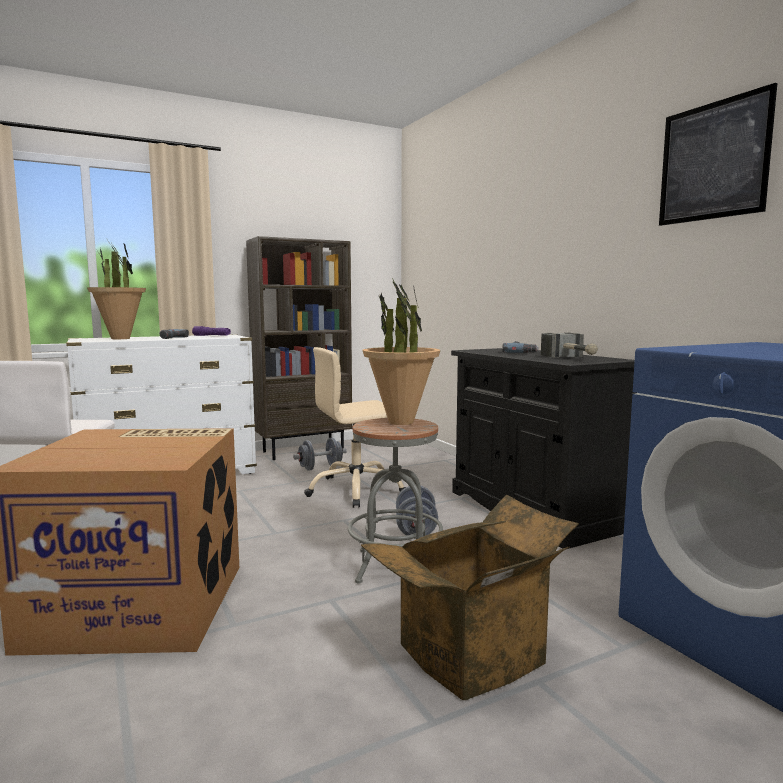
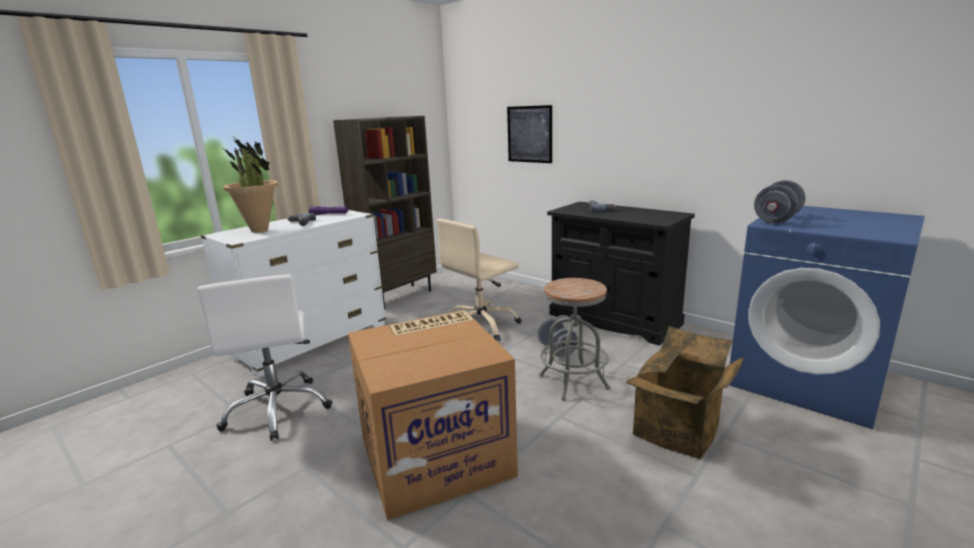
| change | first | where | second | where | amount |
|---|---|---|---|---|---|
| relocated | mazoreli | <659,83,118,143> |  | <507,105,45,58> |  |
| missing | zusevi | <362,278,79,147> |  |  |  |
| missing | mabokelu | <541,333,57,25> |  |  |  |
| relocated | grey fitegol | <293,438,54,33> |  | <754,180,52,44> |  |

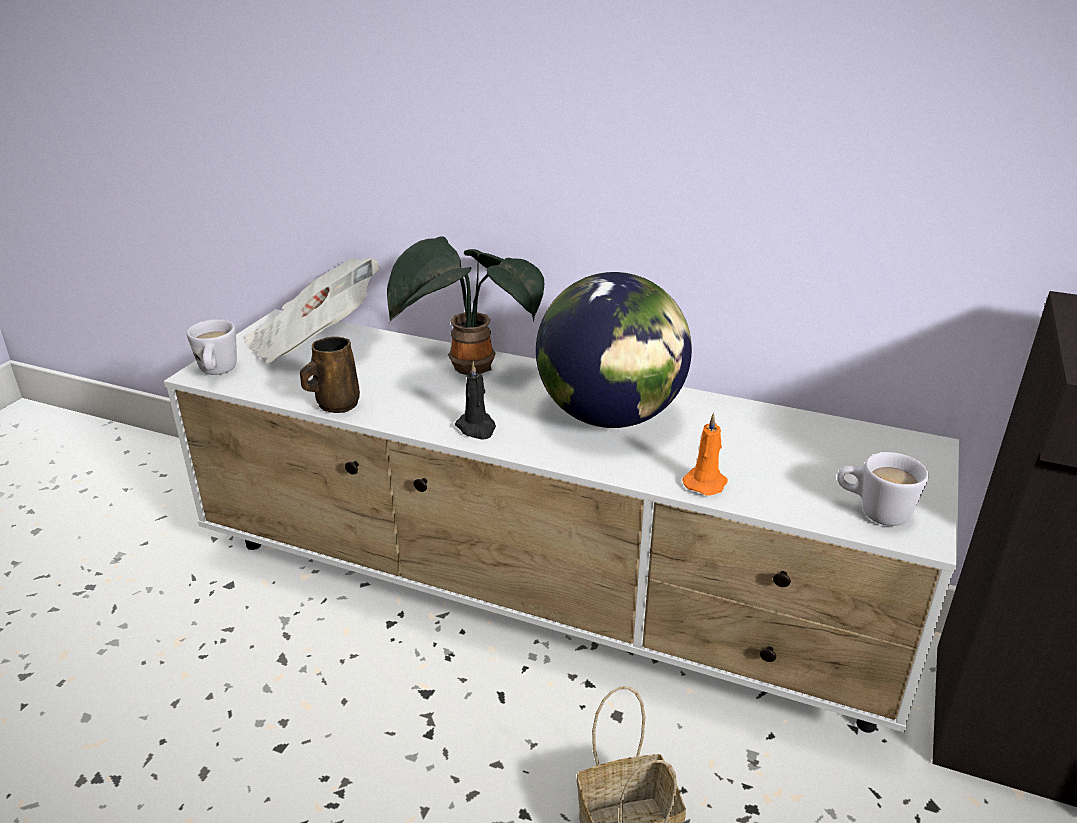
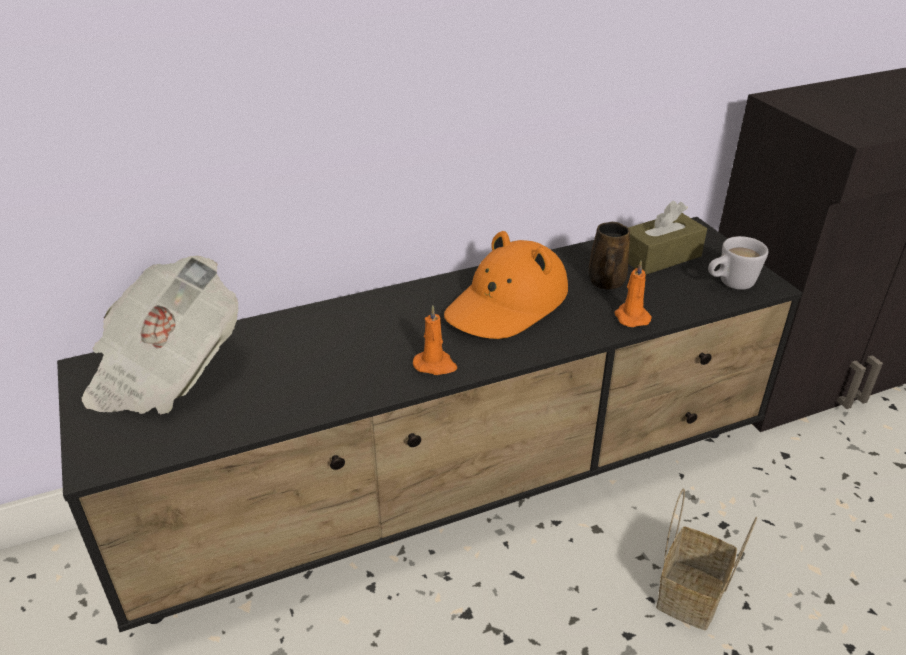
| change | first | where | second | where | amount |
|---|---|---|---|---|---|
| missing | zusevi | <387,236,157,139> |  |  |  |
| exchanged | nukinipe | <536,272,156,156> | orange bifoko | <444,231,124,108> |  |
| colour | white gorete | <164,309,795,424> | black gorete | <57,217,745,415> |  |
| missing | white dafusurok | <187,319,50,56> |  |  |  |
| relocated | brown dafusurok | <300,337,60,76> |  | <588,222,42,67> |  |
| colour | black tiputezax | <455,361,41,79> | orange tiputezax | <413,305,44,70> |  |
| appeared |  |  | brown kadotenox | <628,201,79,74> |  |

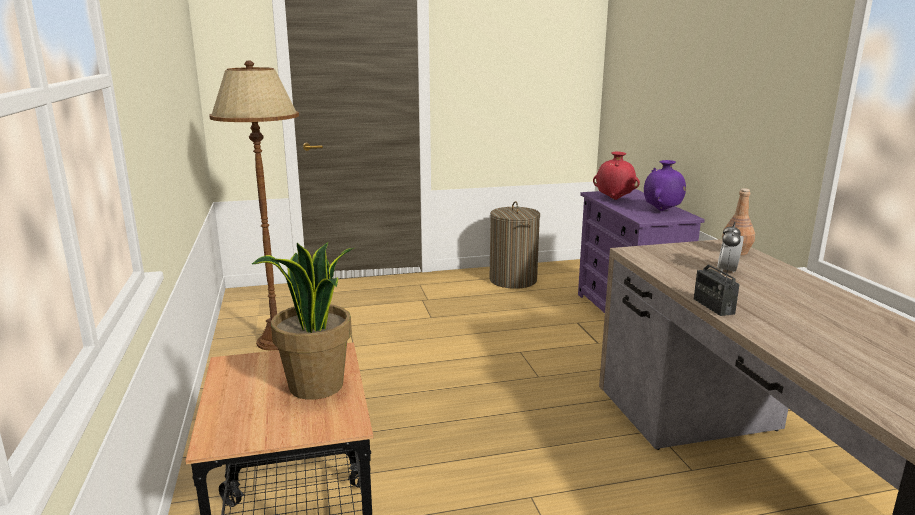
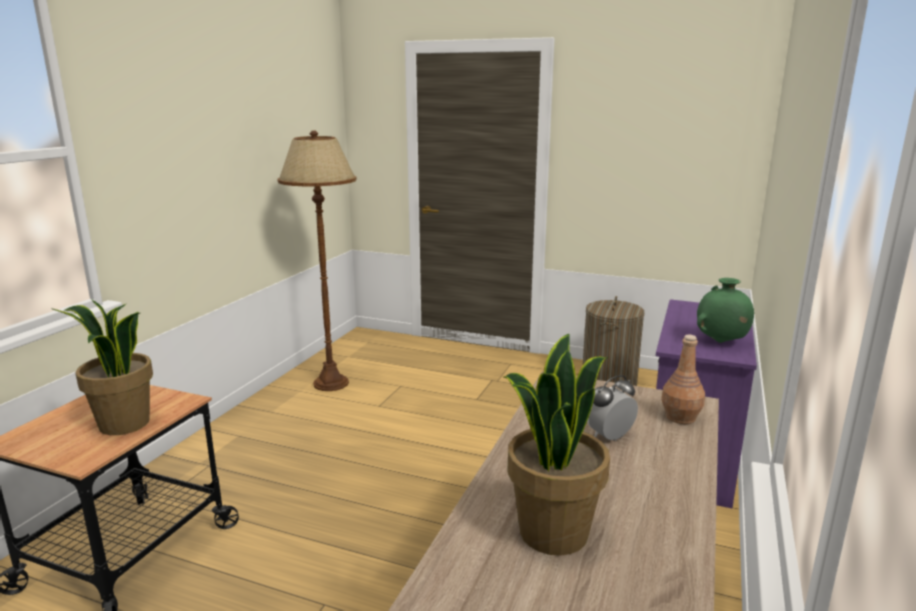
| change | first | where | second | where | amount |
|---|---|---|---|---|---|
| missing | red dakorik | <593,151,47,49> |  |  |  |
| colour | purple dakorik | <644,160,42,51> | green dakorik | <697,278,57,65> |  |
| missing | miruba | <694,249,46,67> |  |  |  |
| appeared |  |  | zusevi | <503,334,107,222> |  |

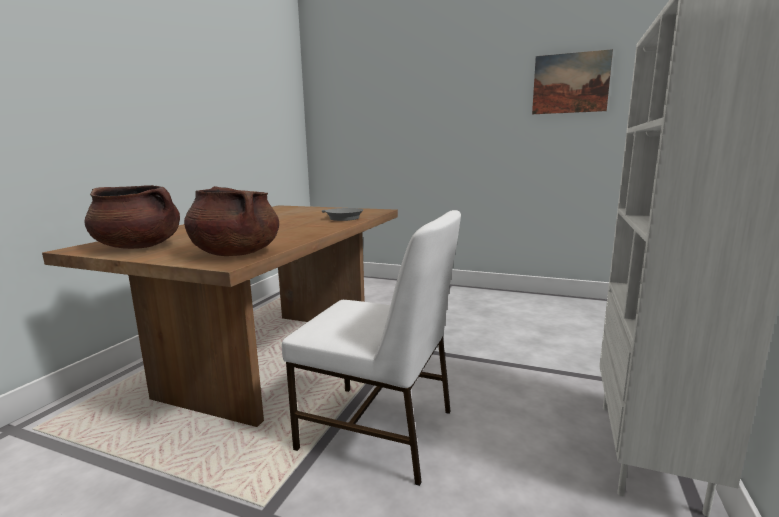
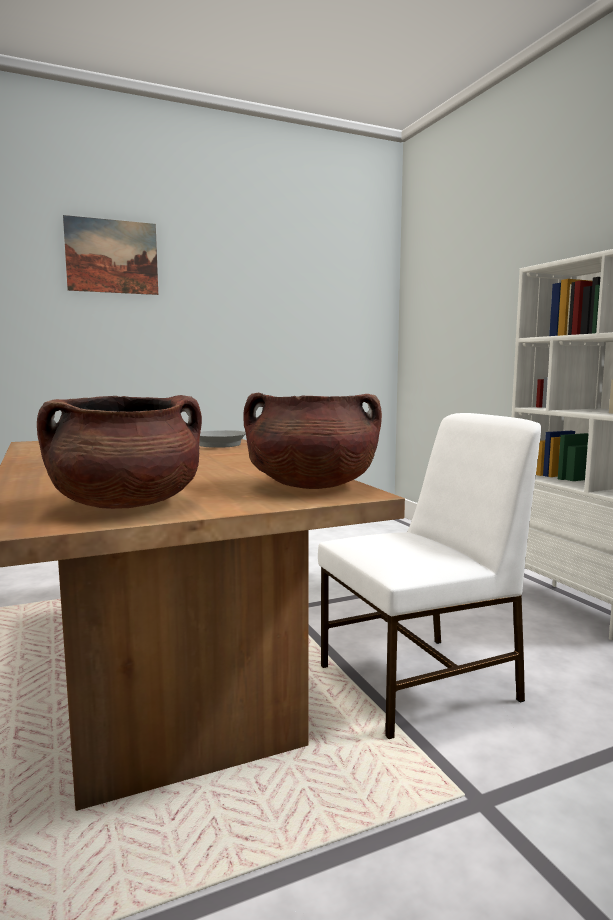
| change | first | where | second | where | amount |
|---|---|---|---|---|---|
| relocated | mazoreli | <532,49,81,65> |  | <63,215,95,80> |  |

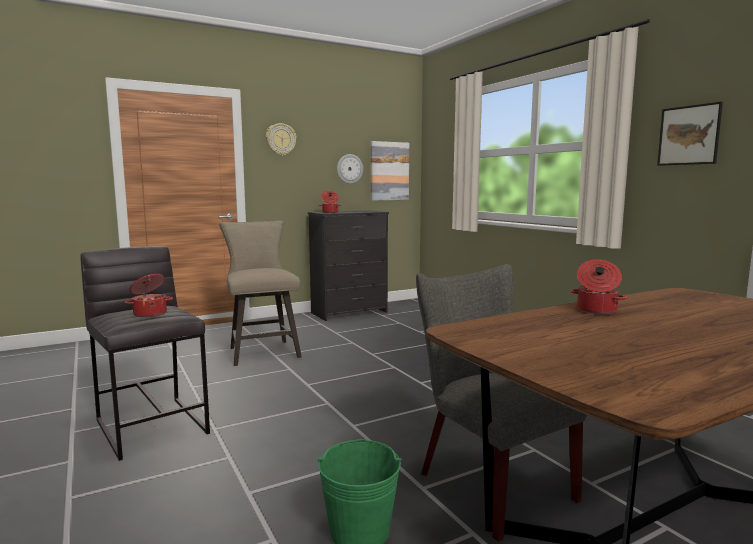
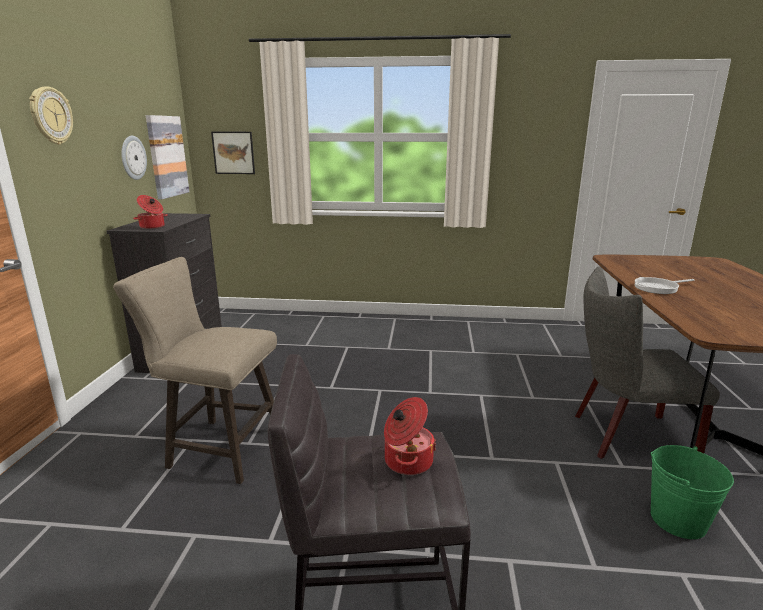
| change | first | where | second | where | amount |
|---|---|---|---|---|---|
| relocated | mazoreli | <657,102,66,64> |  | <211,132,44,42> |  |
| exchanged | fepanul | <571,259,56,56> | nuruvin | <635,277,59,17> |  |

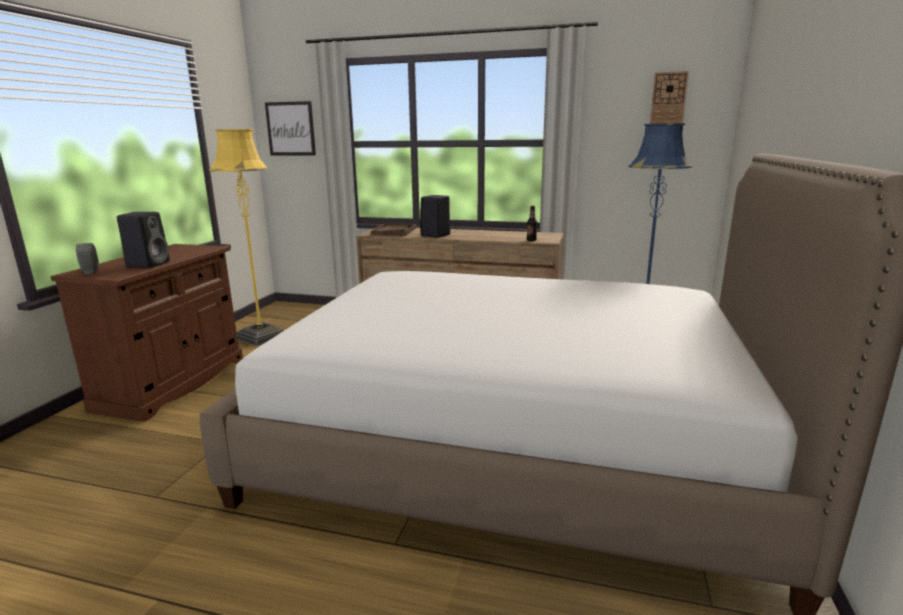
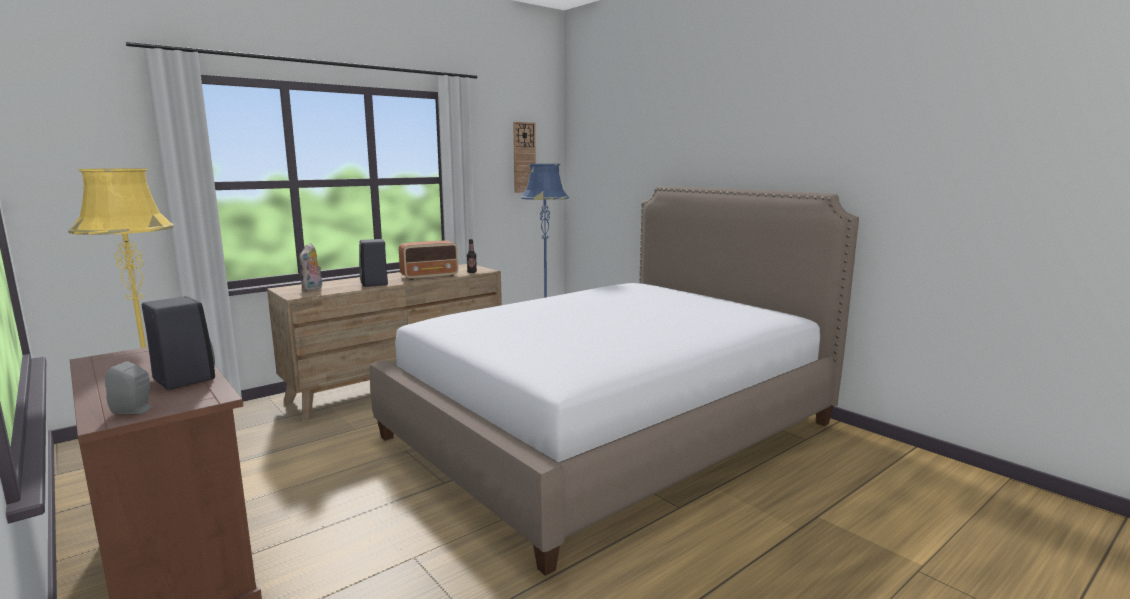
| change | first | where | second | where | amount |
|---|---|---|---|---|---|
| missing | mazoreli | <265,101,51,54> |  |  |  |
| exchanged | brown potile | <371,223,45,13> | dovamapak | <299,243,23,48> |  |
| appeared |  |  | miruba | <399,240,59,40> |  |

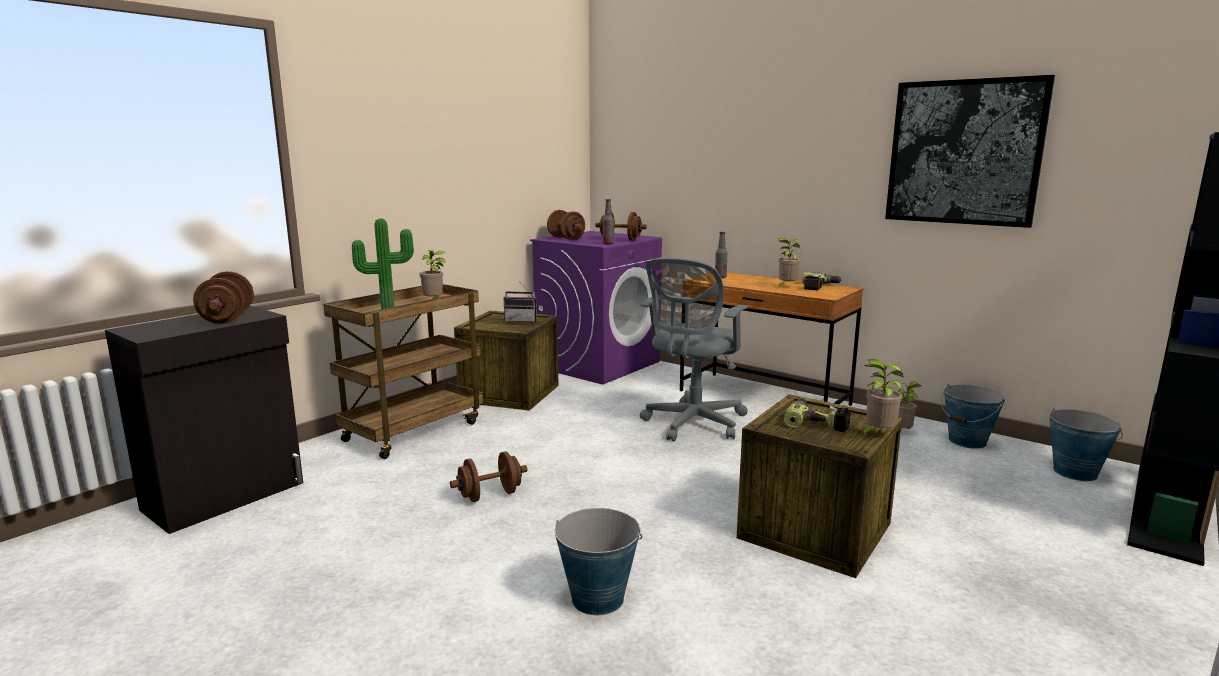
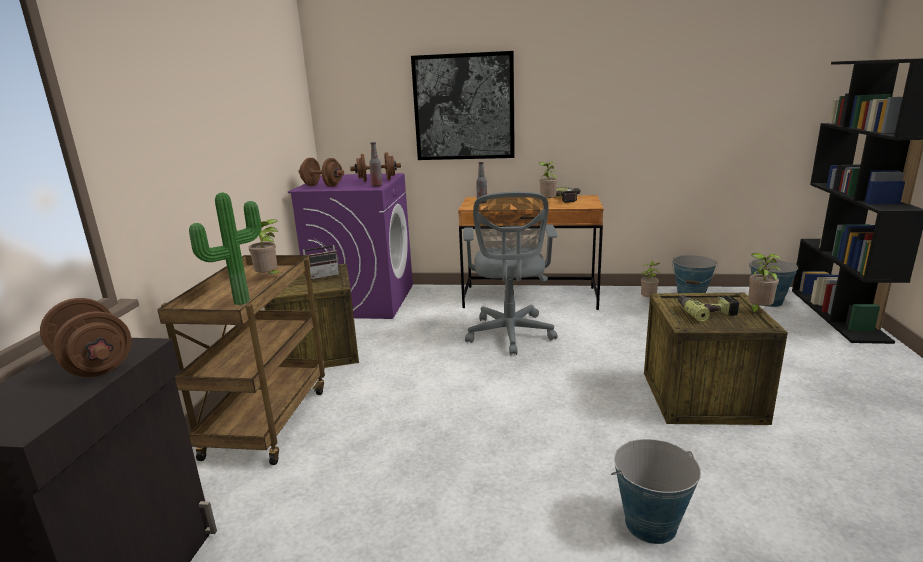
| change | first | where | second | where | amount |
|---|---|---|---|---|---|
| relocated | mazoreli | <885,75,170,153> |  | <411,51,104,109> |  |
| missing | brown fitegol | <450,451,77,51> |  |  |  |

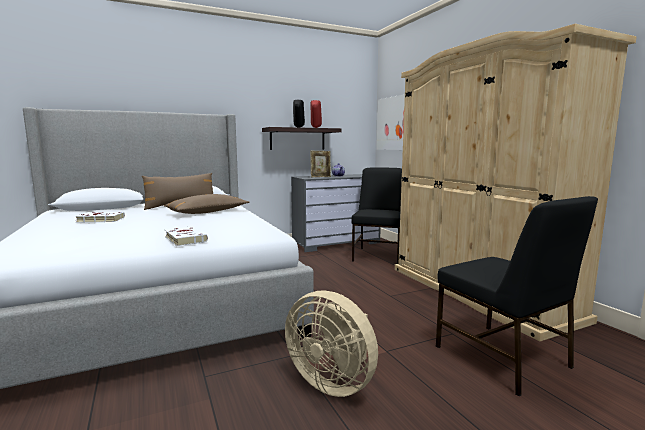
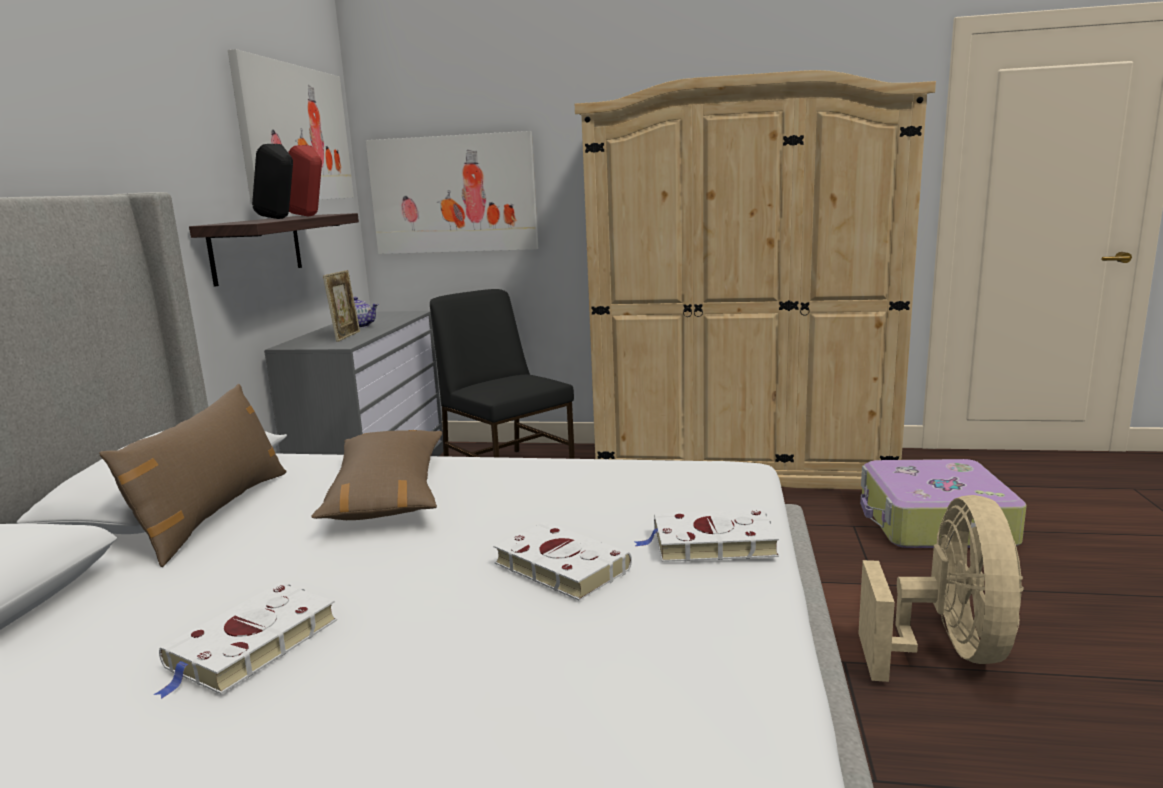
| change | first | where | second | where | amount |
|---|---|---|---|---|---|
| exchanged | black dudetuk | <436,196,162,200> | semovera | <860,459,167,89> |  |
| spun | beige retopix | <285,290,93,107> |  | <858,495,165,187> | 60 degrees counterclockwise |
| appeared |  |  | mazoreli | <228,49,126,155> |  |
| appeared |  |  | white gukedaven | <494,522,138,78> |  |

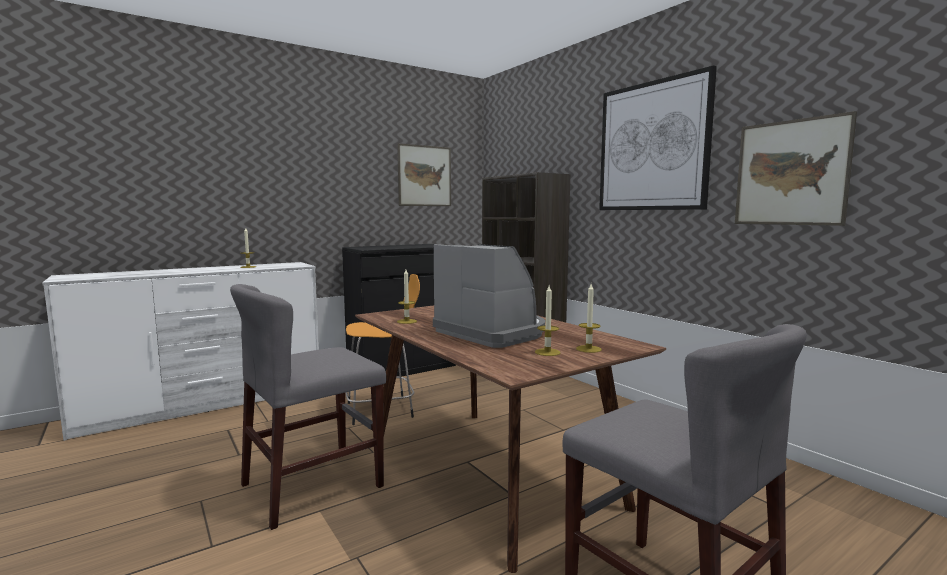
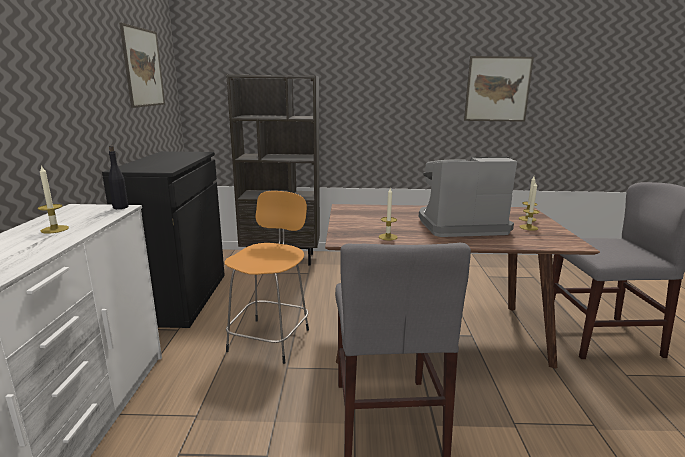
| change | first | where | second | where | amount |
|---|---|---|---|---|---|
| missing | mazoreli | <599,65,118,145> |  |  |  |
| appeared |  |  | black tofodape | <108,146,20,63> |  |

